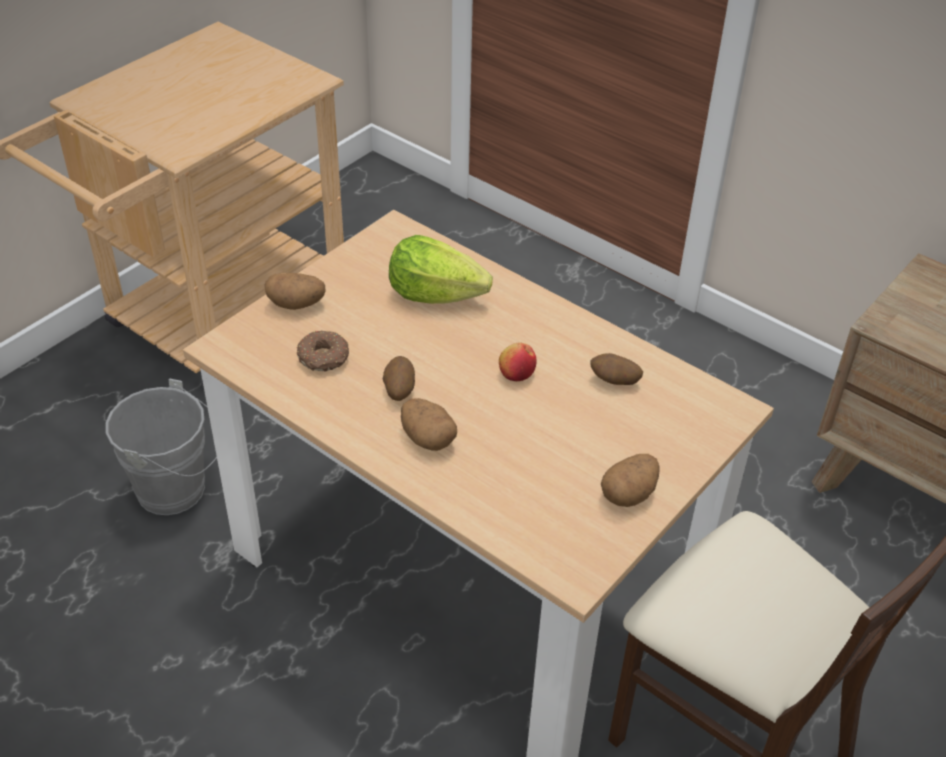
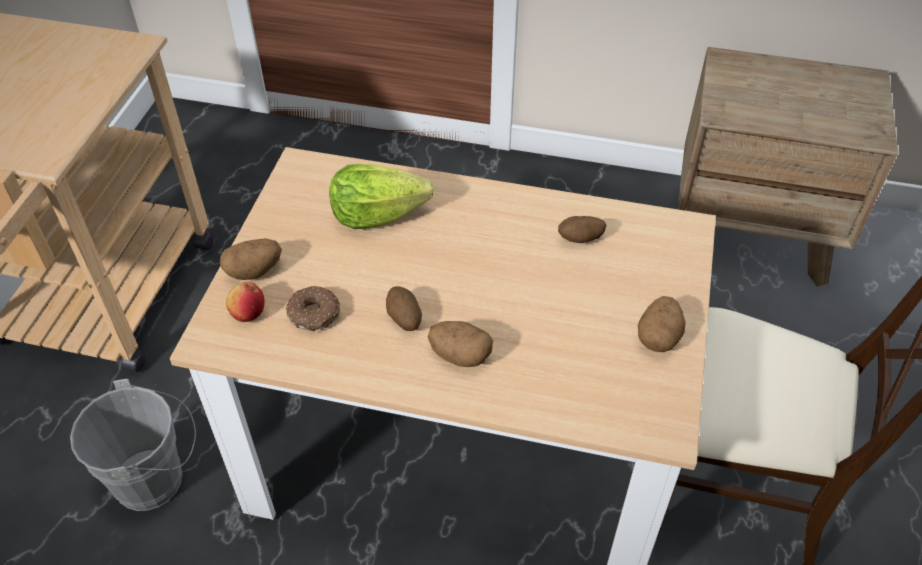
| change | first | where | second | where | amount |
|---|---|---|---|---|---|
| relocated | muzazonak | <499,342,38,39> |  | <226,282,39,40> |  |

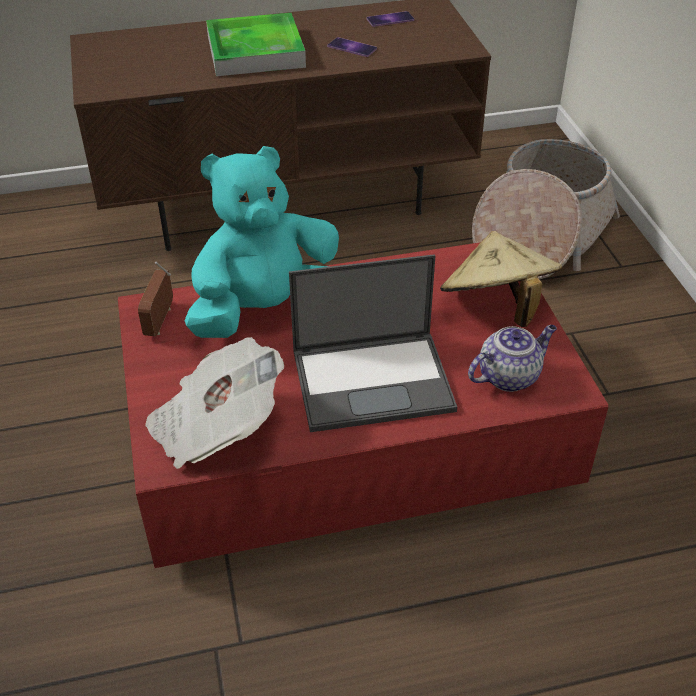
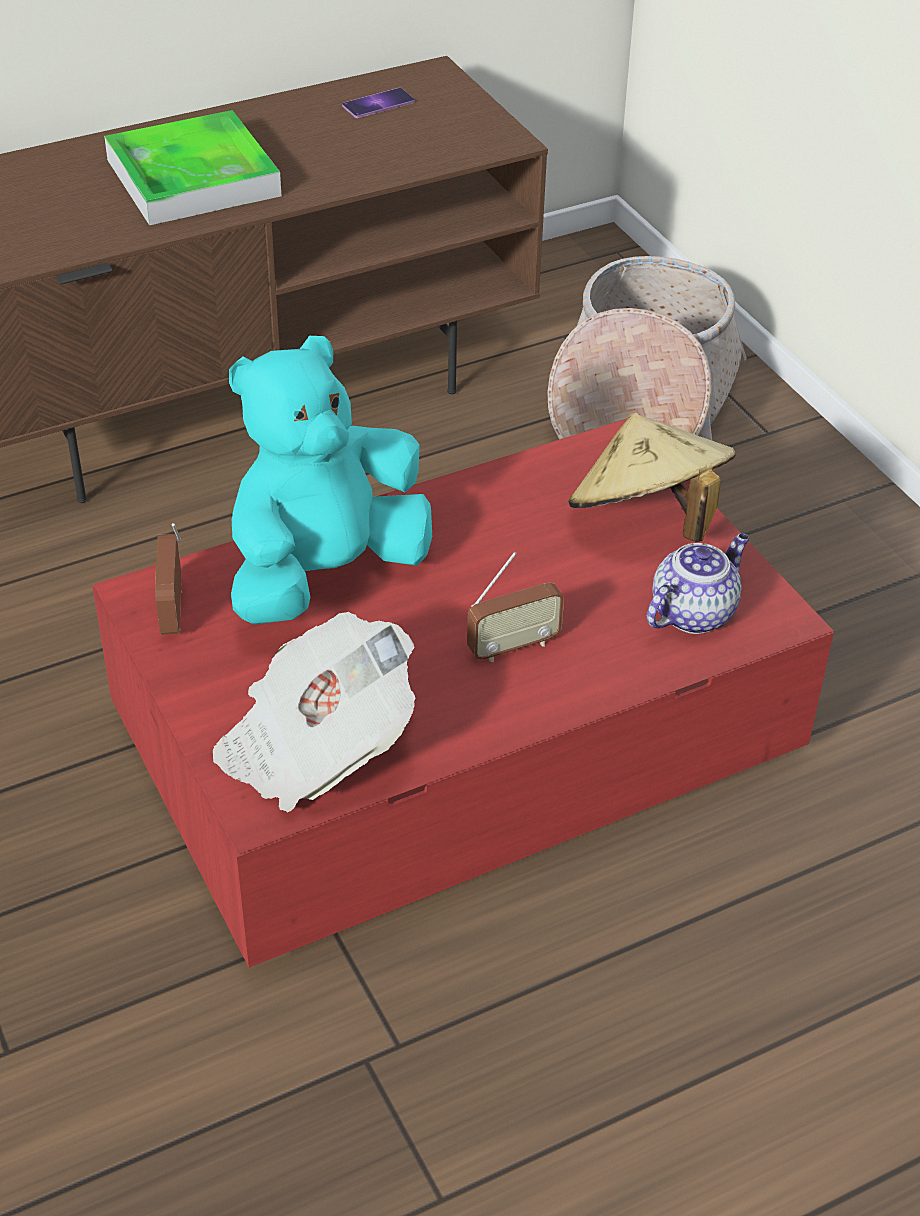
| change | first | where | second | where | amount |
|---|---|---|---|---|---|
| missing | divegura | <327,37,50,20> |  |  |  |
| exchanged | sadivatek | <289,254,168,178> | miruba | <467,552,97,110> |  |

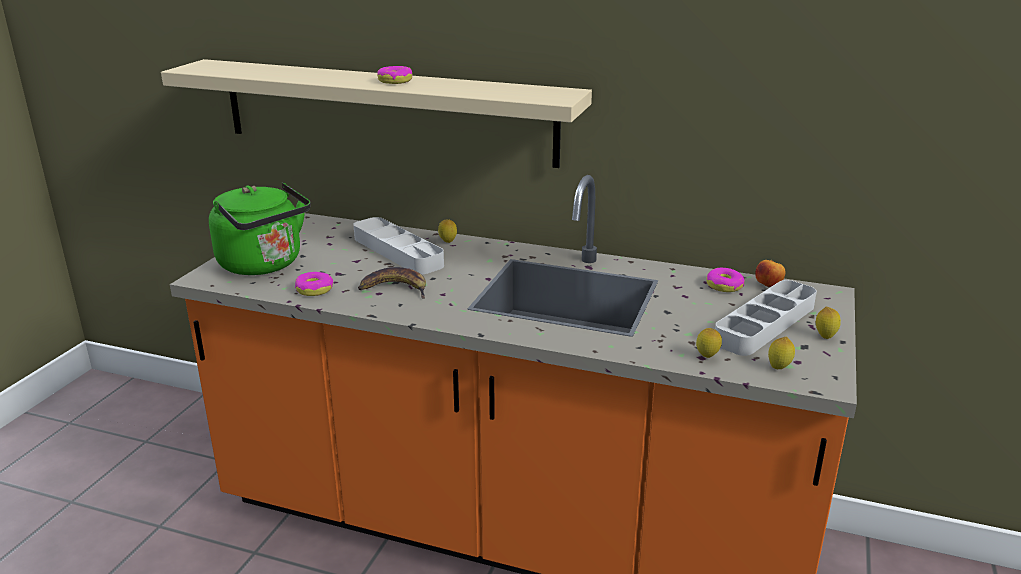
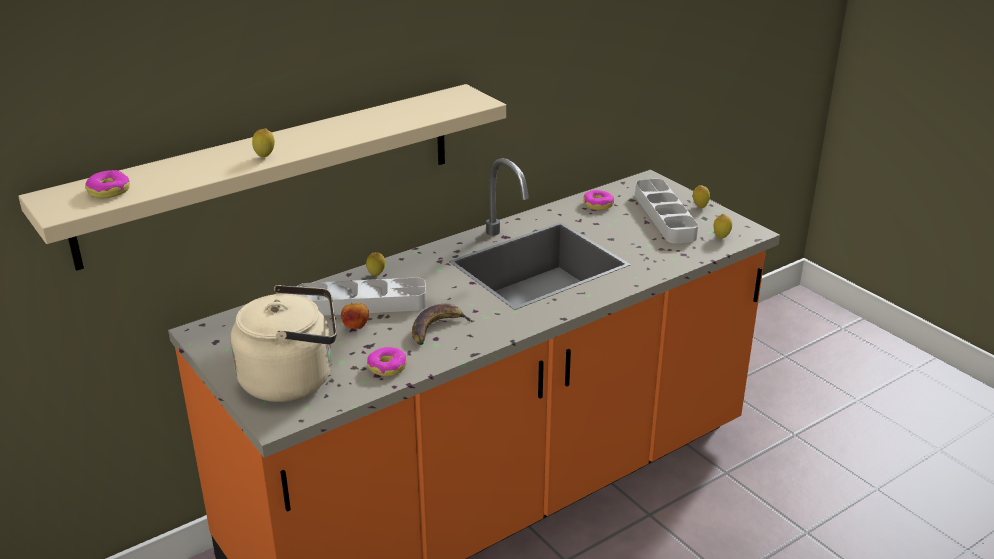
| change | first | where | second | where | amount |
|---|---|---|---|---|---|
| relocated | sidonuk | <377,66,35,18> |  | <85,170,45,28> |  |
| colour | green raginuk | <209,183,102,92> | beige raginuk | <230,285,107,117> |  |
| relocated | muzazonak | <755,260,30,28> |  | <341,303,28,26> |  |
| relocated | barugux | <696,328,26,30> |  | <252,128,23,29> |  |

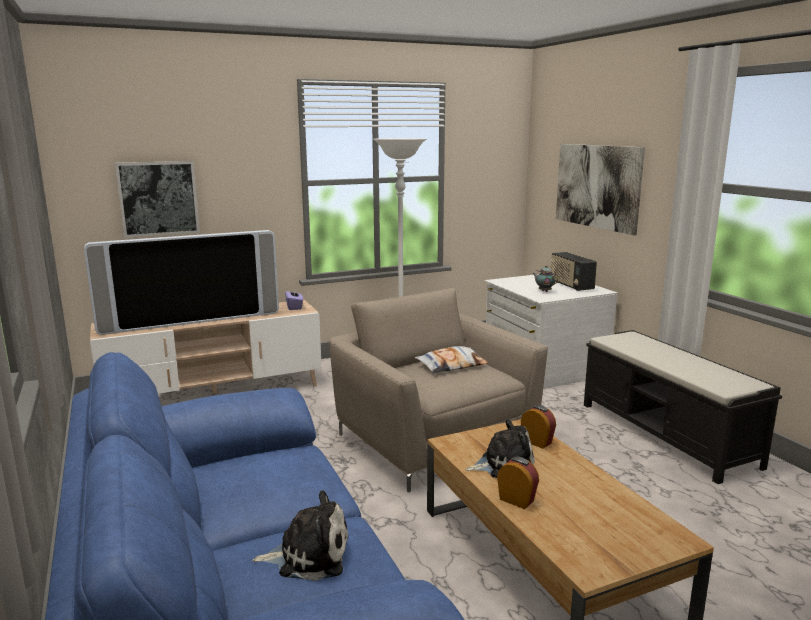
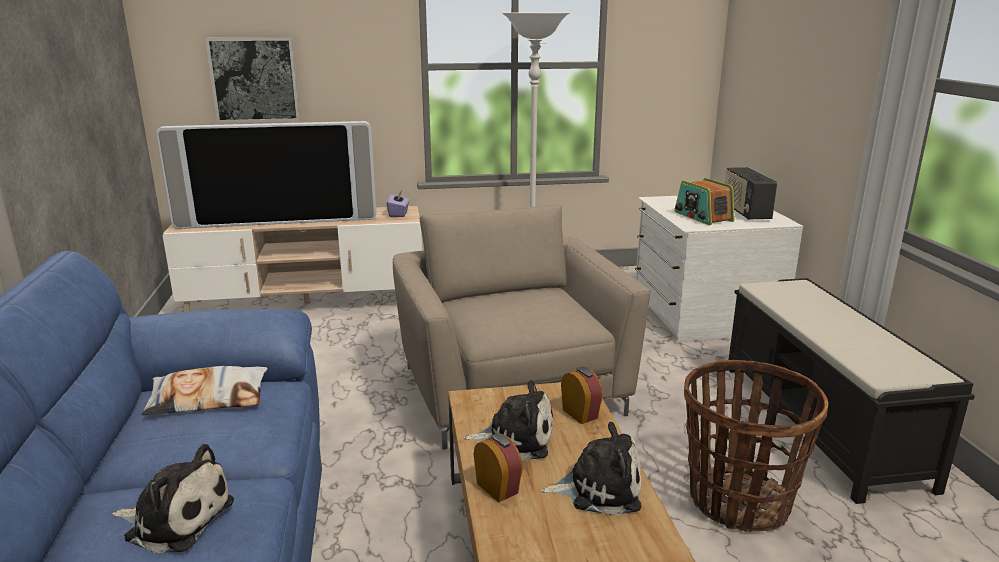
| change | first | where | second | where | amount |
|---|---|---|---|---|---|
| missing | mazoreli | <556,144,89,91> |  |  |  |
| exchanged | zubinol | <533,265,25,27> | miruba | <674,178,60,47> |  |
| relocated | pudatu | <415,346,73,27> |  | <141,366,127,49> |  |
| appeared |  |  | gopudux | <684,360,144,172> |  |
| appeared |  |  | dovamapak | <541,422,100,94> |  |

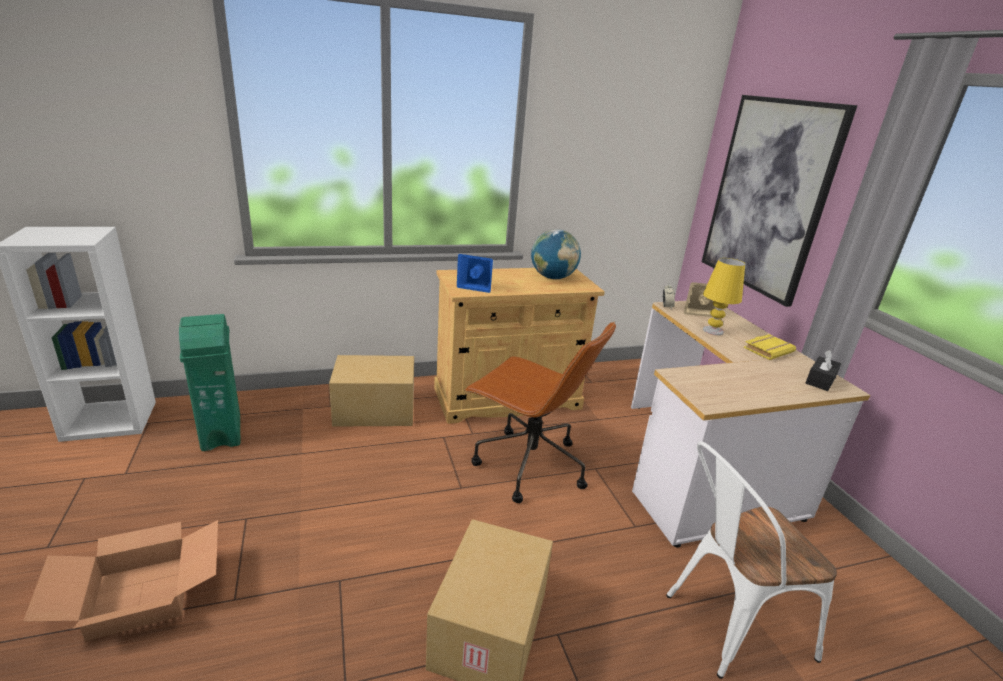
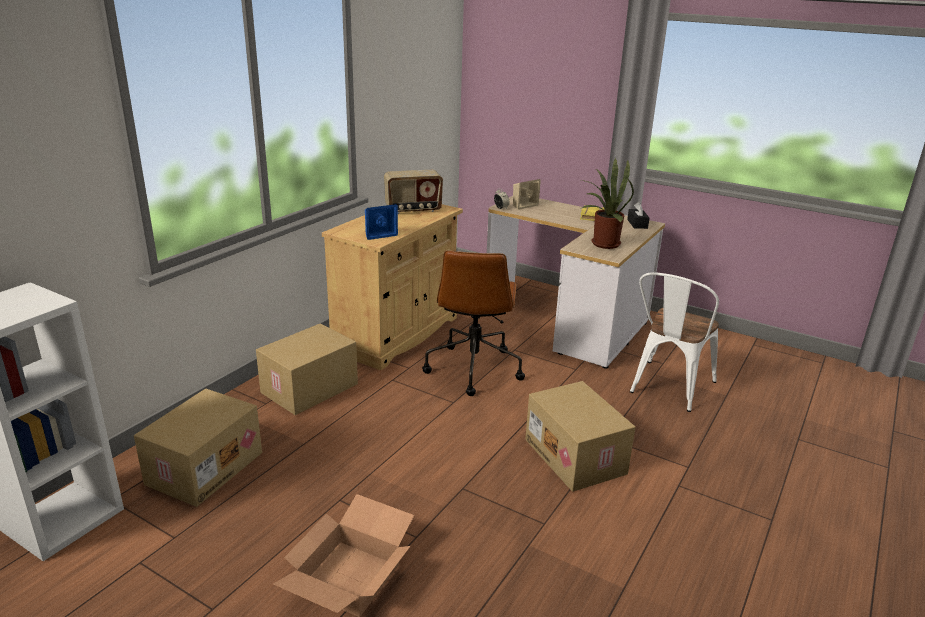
| change | first | where | second | where | amount |
|---|---|---|---|---|---|
| missing | mazoreli | <702,95,155,212> |  |  |  |
| exchanged | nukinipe | <531,229,50,50> | miruba | <384,170,59,44> |  |
| missing | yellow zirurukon | <703,258,42,77> |  |  |  |
| exchanged | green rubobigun | <179,314,61,137> | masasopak | <134,388,128,119> |  |
| spun | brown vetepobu | <464,321,152,182> |  | <422,250,103,146> | 105 degrees clockwise |
| appeared |  |  | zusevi | <581,158,53,91> |  |

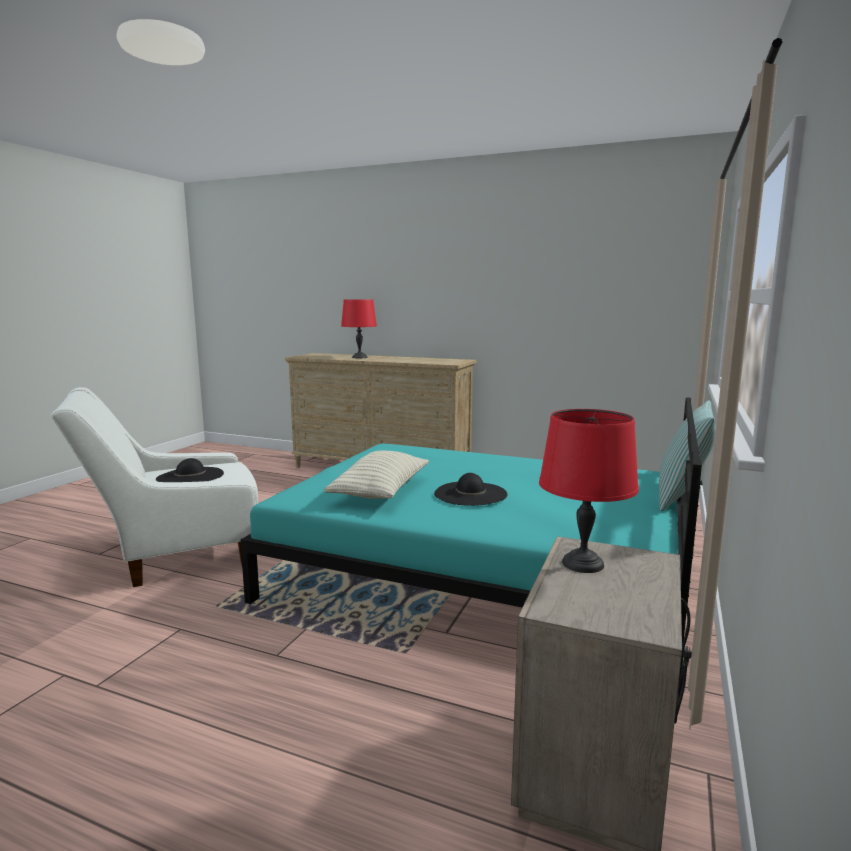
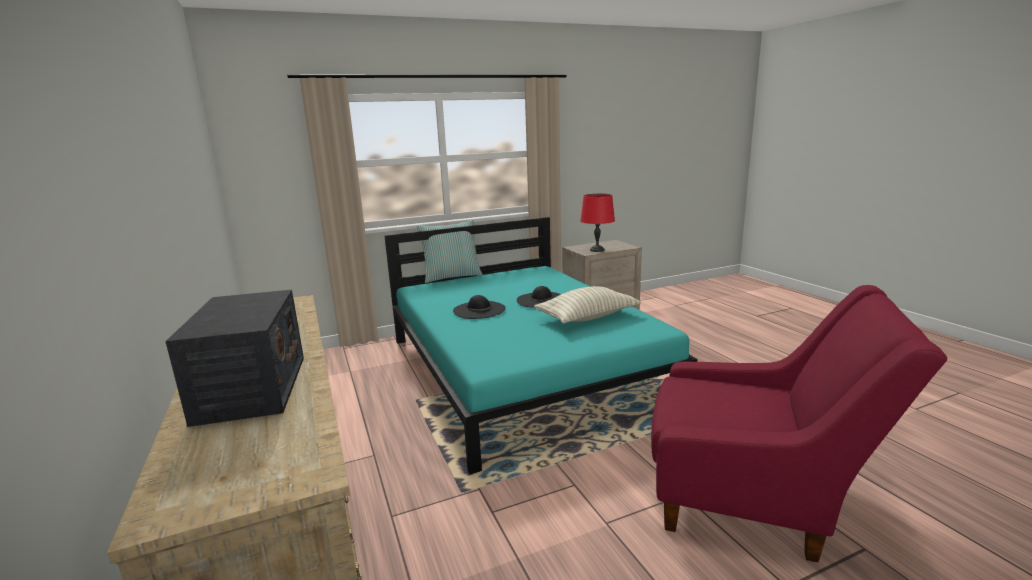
| change | first | where | second | where | amount |
|---|---|---|---|---|---|
| exchanged | red zirurukon | <341,299,36,59> | miruba | <165,290,139,137> |  |
| colour | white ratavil | <51,387,208,200> | red ratavil | <651,285,296,277> |  |
| relocated | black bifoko | <156,458,68,24> |  | <453,295,53,24> |  |

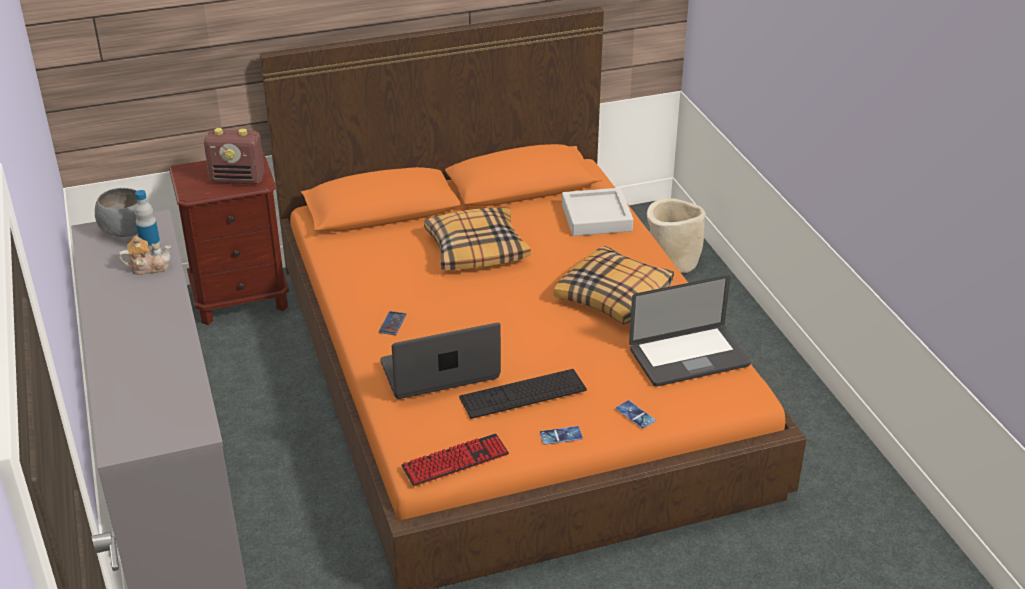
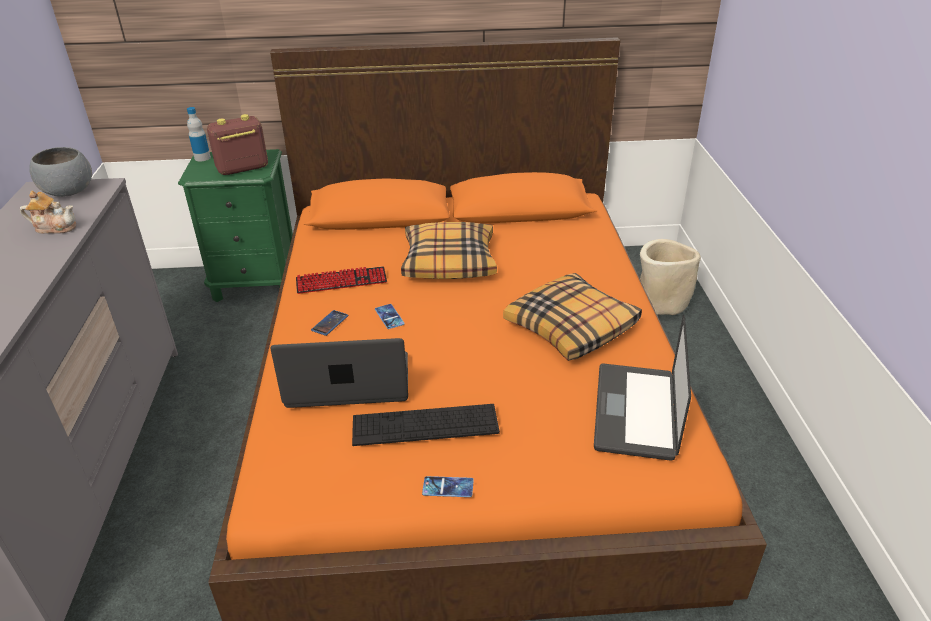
| change | first | where | second | where | amount |
|---|---|---|---|---|---|
| spun | miruba | <204,128,61,56> |  | <207,114,61,61> | 135 degrees clockwise |
| colour | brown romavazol | <169,153,120,172> | green romavazol | <178,149,115,153> |  |
| missing | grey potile | <562,188,71,48> |  |  |  |
| relocated | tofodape | <134,190,27,60> |  | <187,107,24,54> |  |
| spun | sadivatek | <629,275,122,112> |  | <594,314,97,147> | 105 degrees clockwise |
| relocated | divegura | <615,400,41,29> |  | <375,304,30,25> |  |
| relocated | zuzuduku | <401,433,108,53> |  | <296,266,91,28> |  |

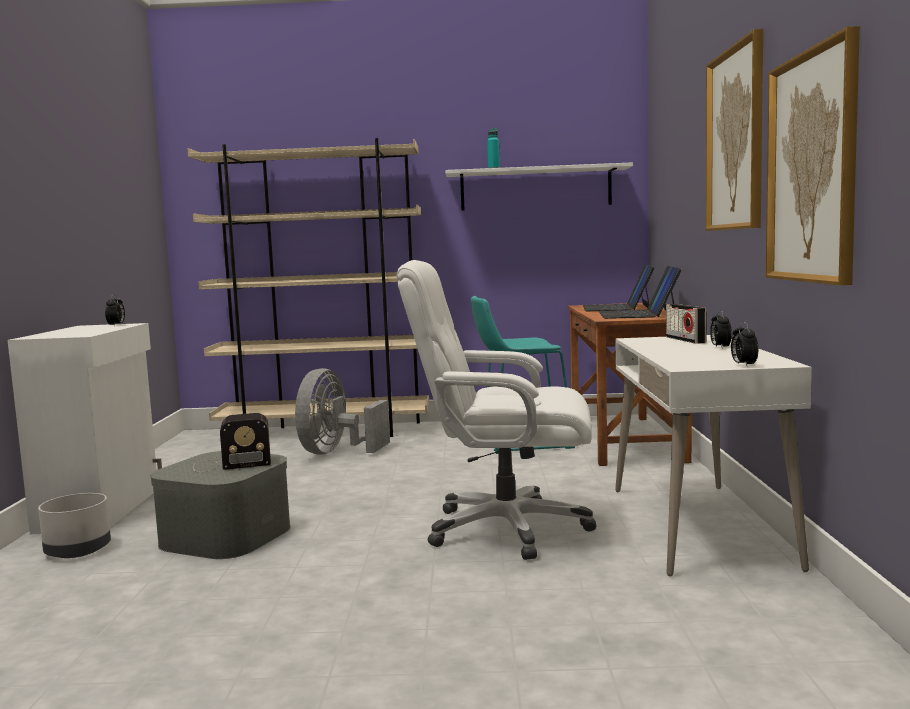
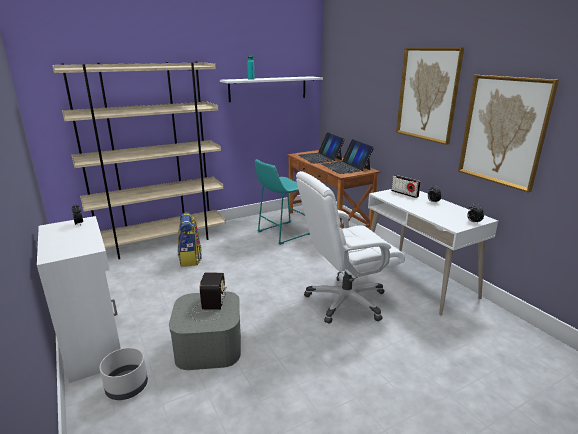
| change | first | where | second | where | amount |
|---|---|---|---|---|---|
| exchanged | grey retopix | <295,368,95,87> | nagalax | <178,212,24,55> |  |
| spun | miruba | <193,413,78,60> |  | <185,272,42,49> | 45 degrees counterclockwise |

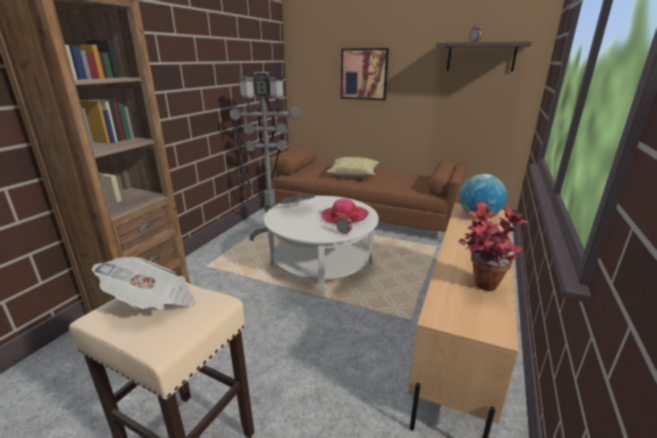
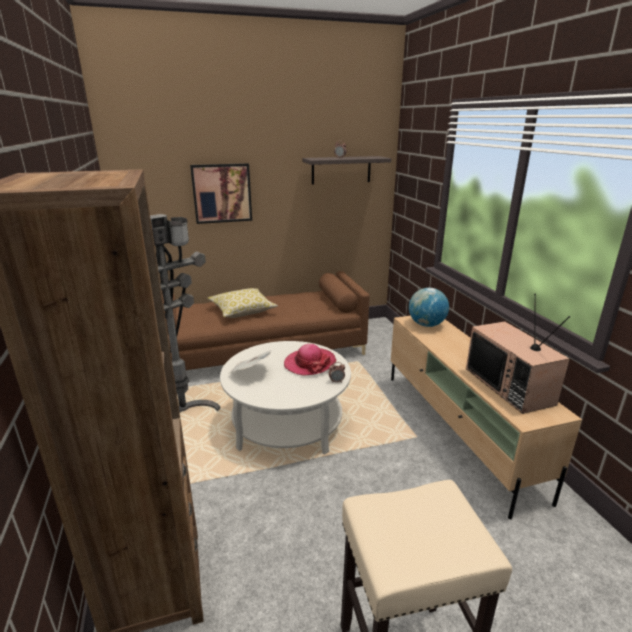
| change | first | where | second | where | amount |
|---|---|---|---|---|---|
| exchanged | zusevi | <459,202,69,89> | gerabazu | <466,294,104,120> |  |
| missing | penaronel | <92,257,104,53> |  |  |  |

